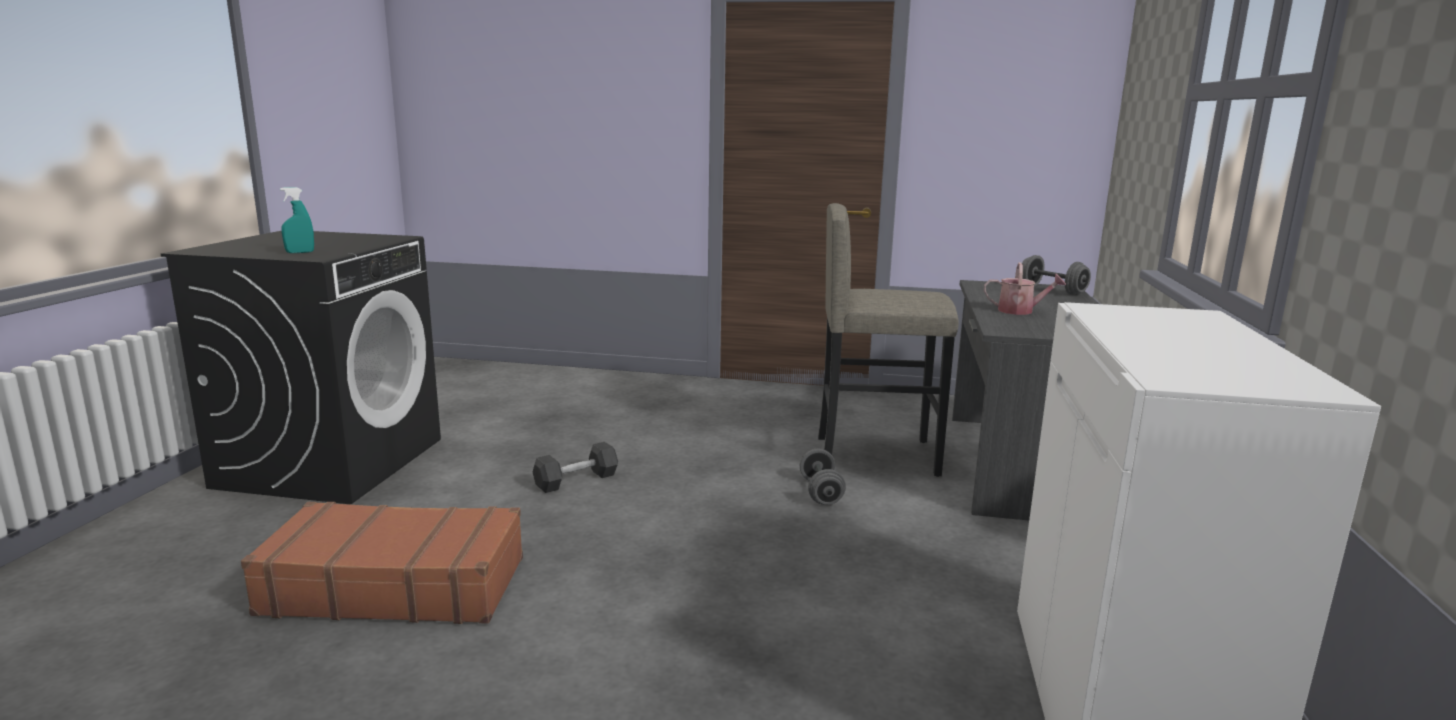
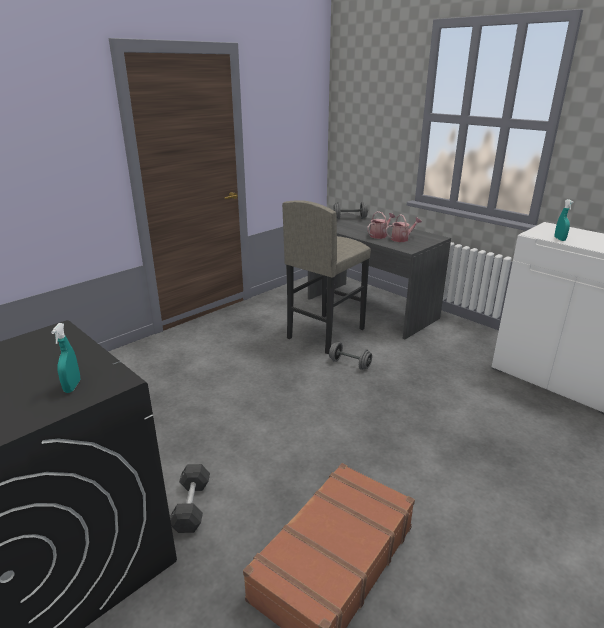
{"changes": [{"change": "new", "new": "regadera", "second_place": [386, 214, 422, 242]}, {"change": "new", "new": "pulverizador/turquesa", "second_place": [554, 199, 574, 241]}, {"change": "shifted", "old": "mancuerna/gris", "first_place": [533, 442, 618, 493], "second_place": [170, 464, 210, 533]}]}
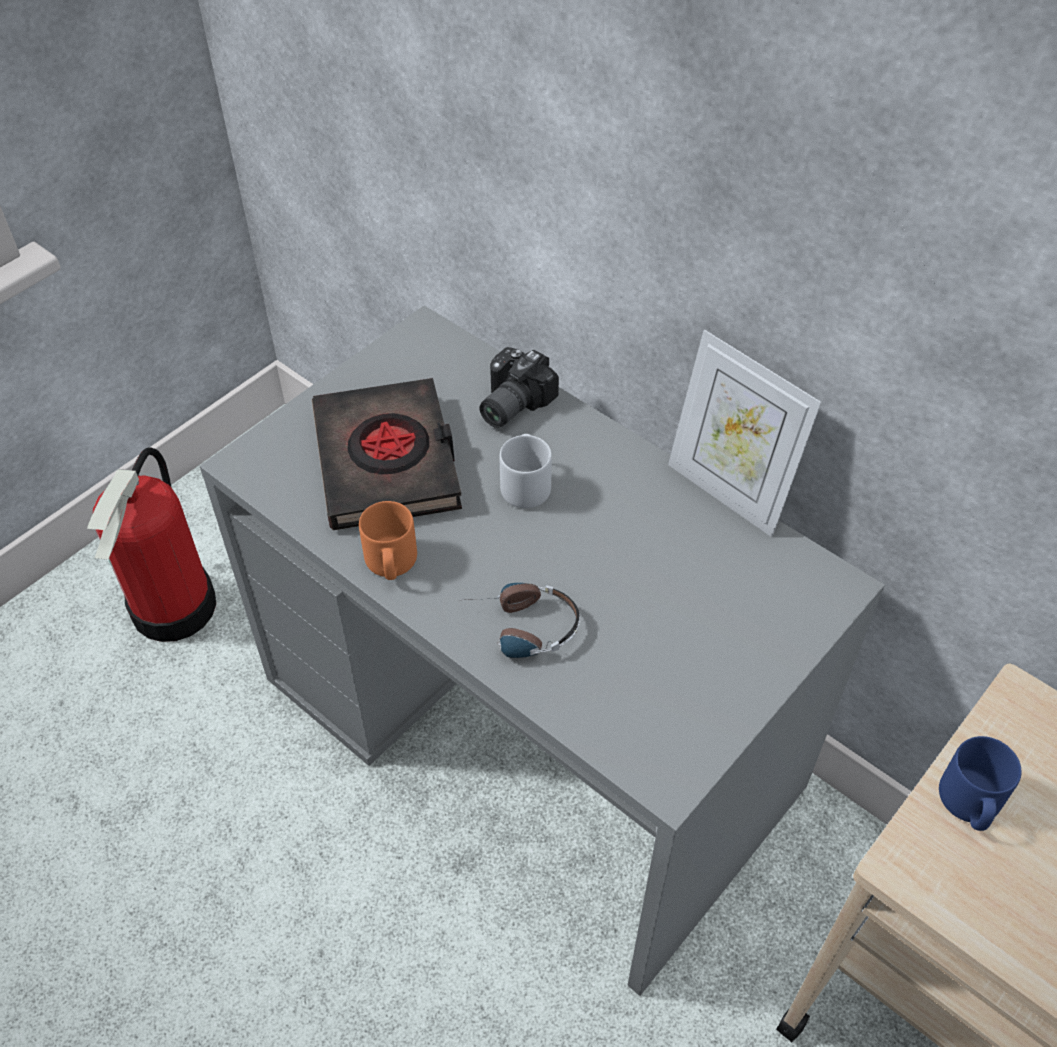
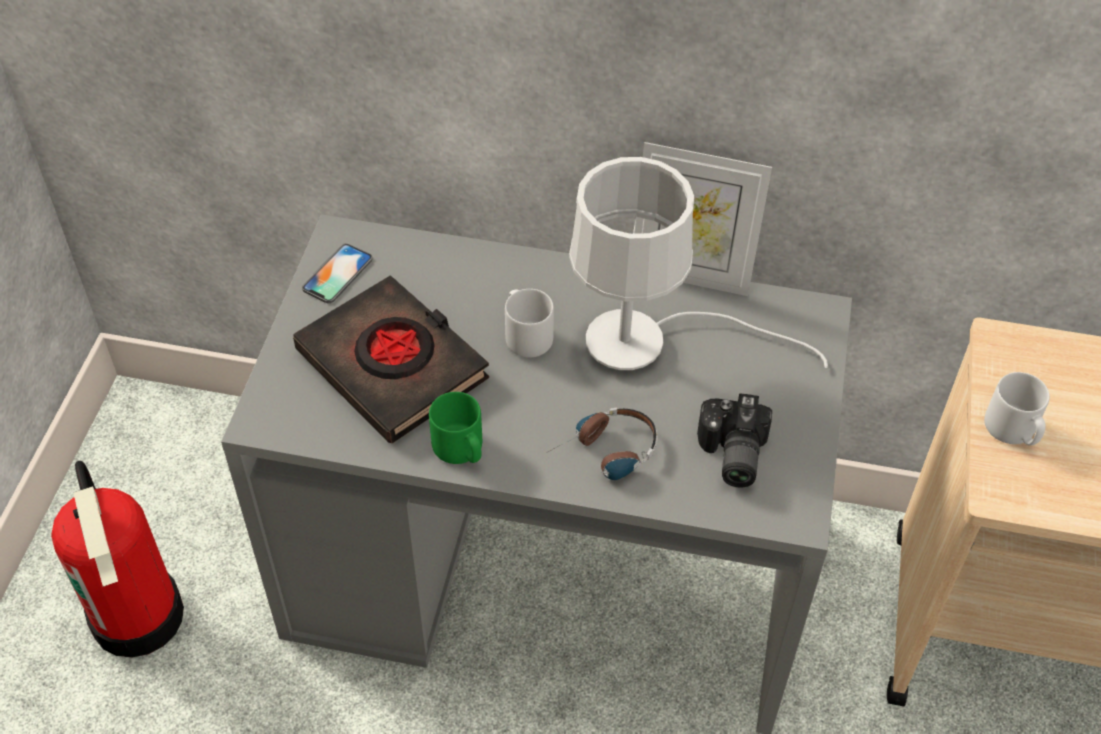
{"changes": [{"change": "new", "new": "móvil", "second_place": [302, 243, 373, 303]}, {"change": "new", "new": "lámpara de mesa/blanco", "second_place": [569, 157, 828, 370]}, {"change": "shifted", "old": "cámara", "first_place": [479, 347, 559, 428], "second_place": [697, 393, 772, 488]}, {"change": "repainted", "old": "taza grande/naranja", "new": "taza grande/verde", "first_place": [359, 501, 417, 580], "second_place": [429, 392, 482, 464]}, {"change": "repainted", "old": "taza grande/azul", "new": "taza grande/gris", "first_place": [939, 736, 1022, 831], "second_place": [984, 372, 1050, 446]}]}
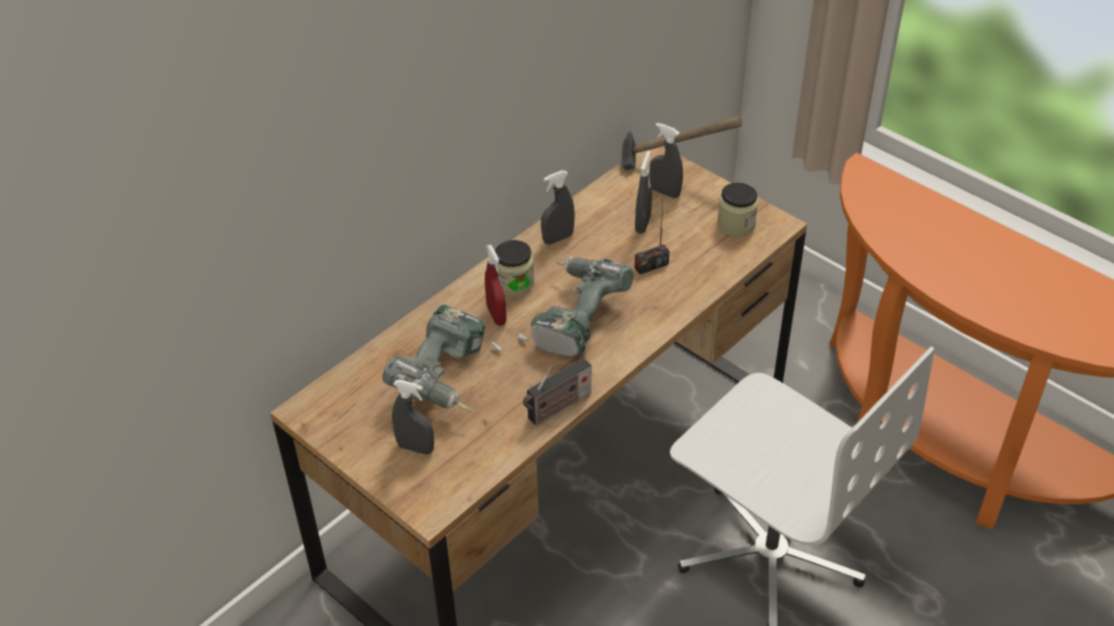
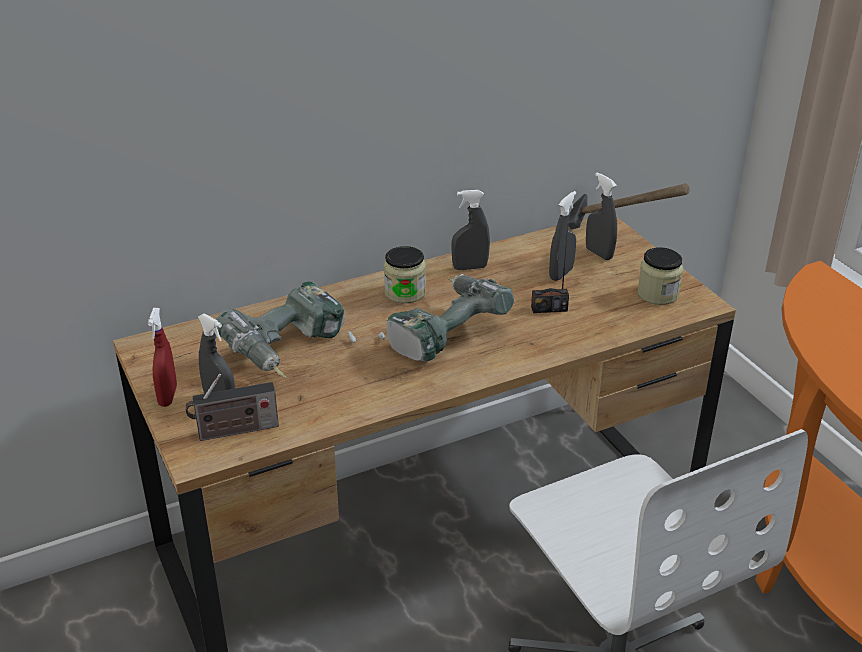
{"changes": [{"change": "shifted", "old": "pulverizador/rojo", "first_place": [485, 245, 507, 325], "second_place": [148, 308, 177, 407]}, {"change": "shifted", "old": "radio", "first_place": [523, 358, 591, 425], "second_place": [185, 374, 279, 441]}]}
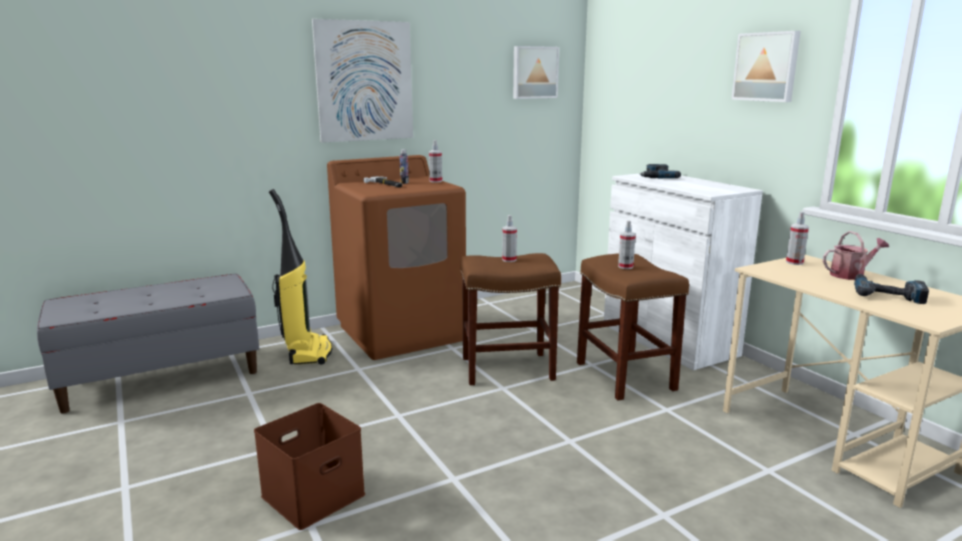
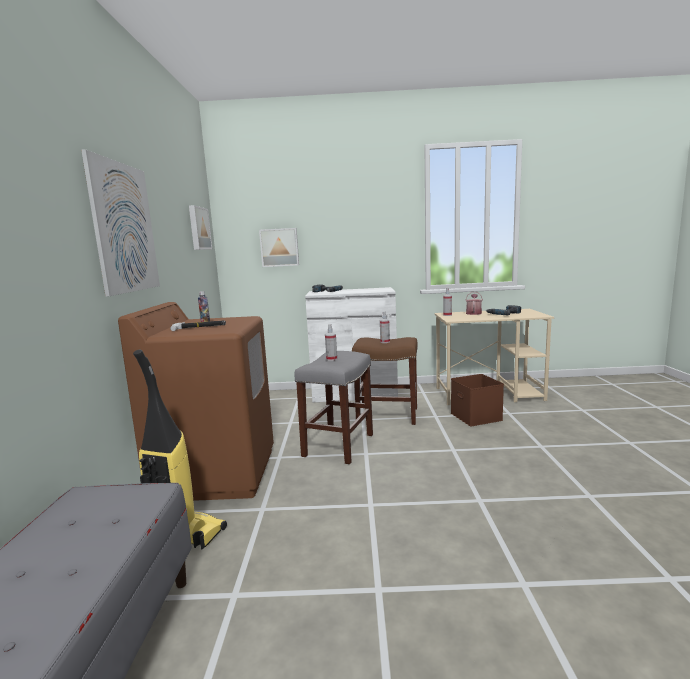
{"changes": [{"change": "gone", "old": "pulverizador", "first_place": [429, 140, 442, 182]}, {"change": "shifted", "old": "caja de almacenaje/marrón", "first_place": [254, 403, 365, 530], "second_place": [451, 374, 504, 426]}, {"change": "shifted", "old": "cuadro", "first_place": [731, 31, 801, 102], "second_place": [259, 228, 299, 267]}, {"change": "repainted", "old": "taburete/marrón", "new": "taburete/gris", "first_place": [460, 253, 561, 385], "second_place": [294, 351, 373, 464]}]}
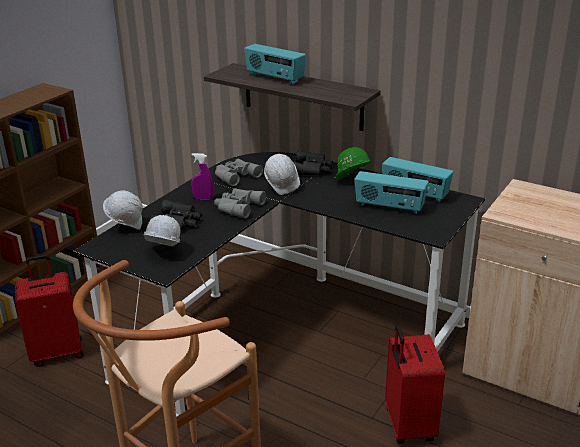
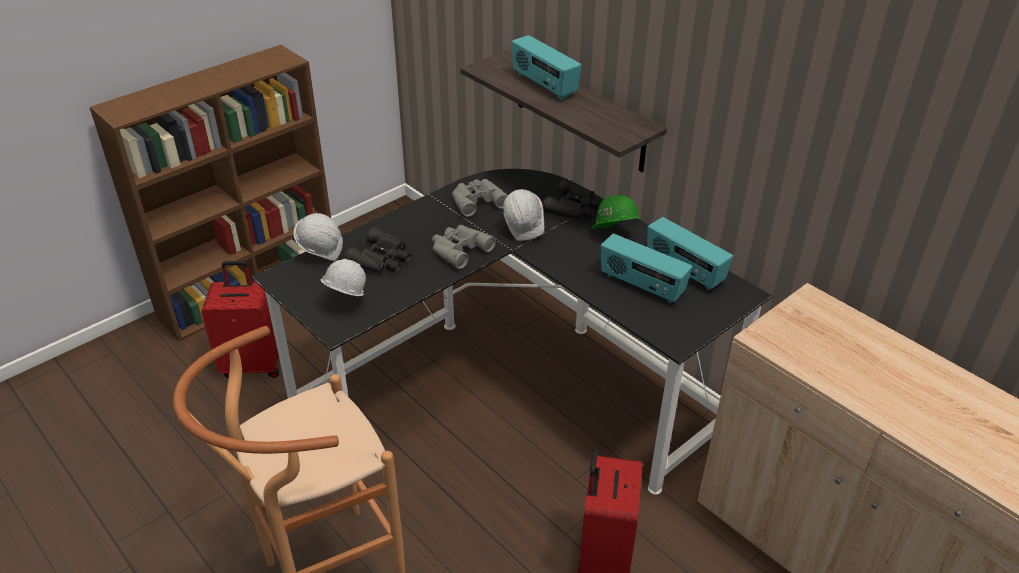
{"changes": [{"change": "gone", "old": "pulverizador/morado", "first_place": [191, 153, 213, 200]}]}
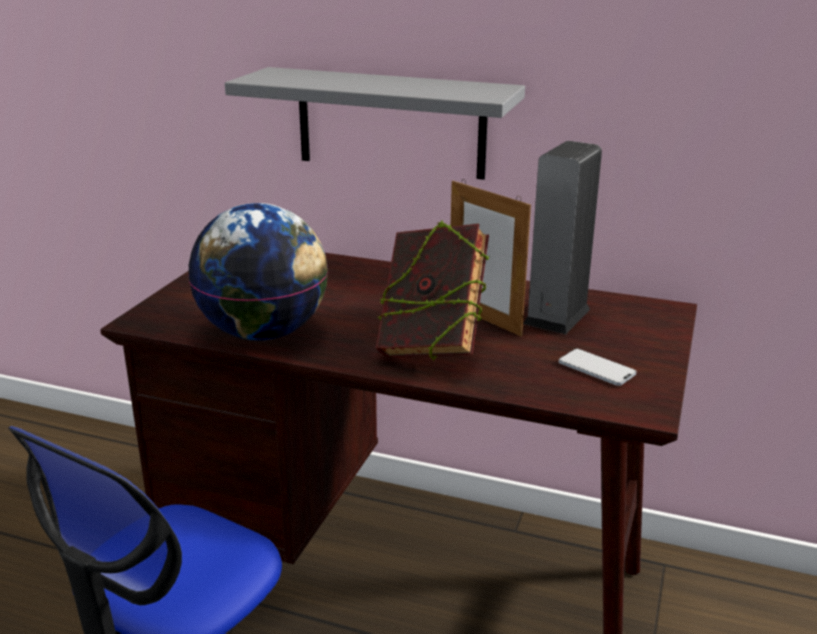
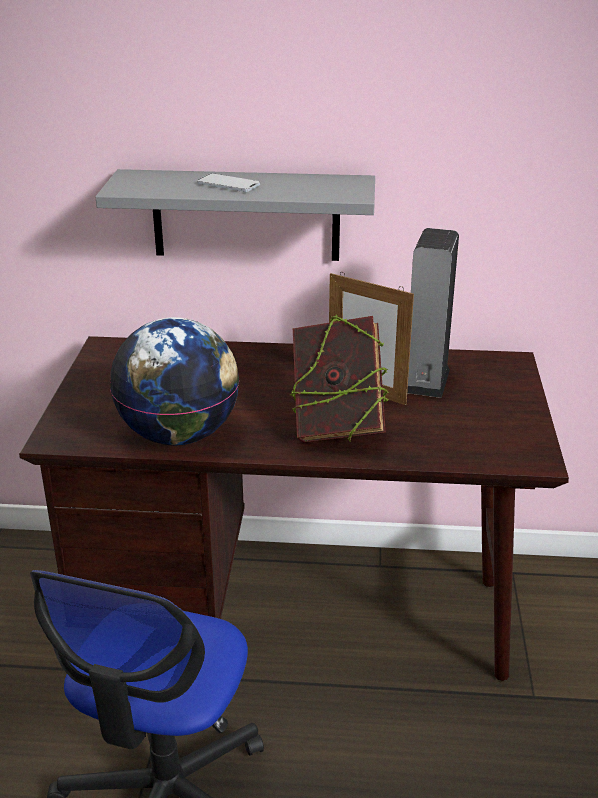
{"changes": [{"change": "shifted", "old": "móvil", "first_place": [559, 349, 636, 386], "second_place": [197, 173, 260, 192]}]}
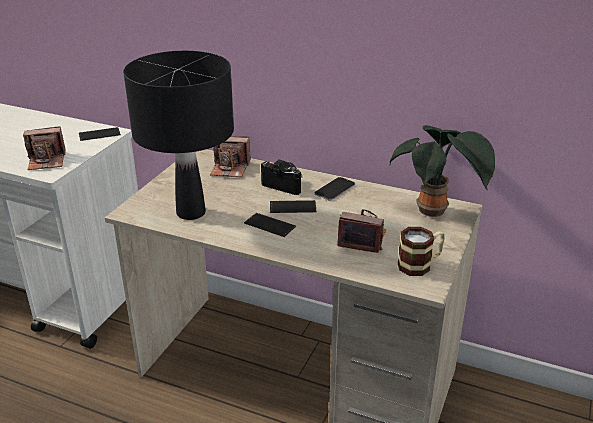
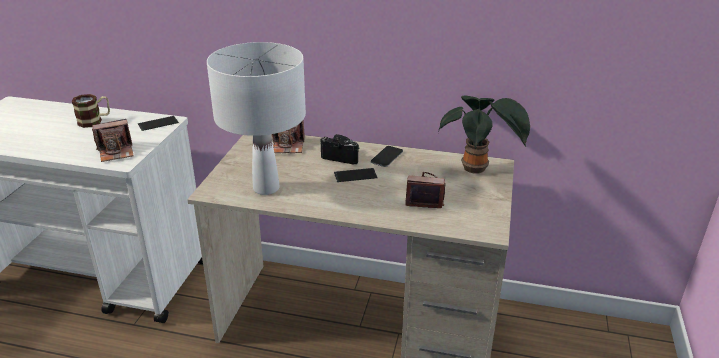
{"changes": [{"change": "gone", "old": "móvil", "first_place": [244, 213, 296, 237]}, {"change": "shifted", "old": "taza grande", "first_place": [398, 227, 445, 276], "second_place": [72, 94, 110, 128]}, {"change": "repainted", "old": "lámpara de mesa/negro", "new": "lámpara de mesa/blanco", "first_place": [123, 51, 234, 220], "second_place": [207, 42, 306, 195]}]}
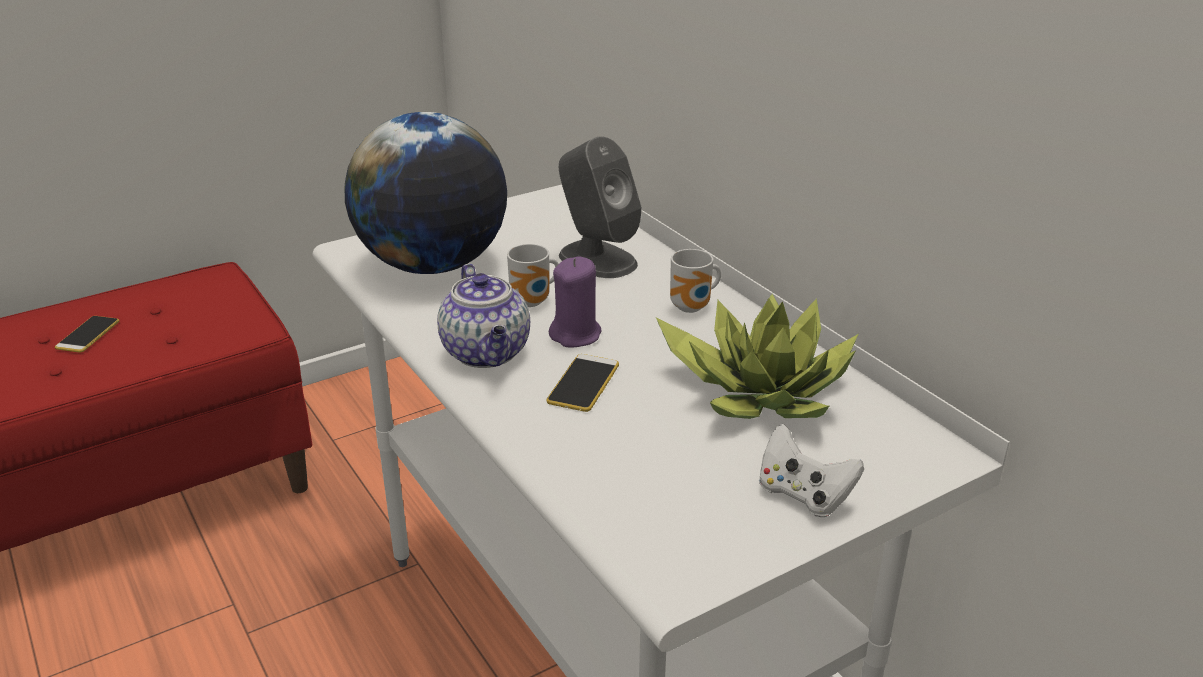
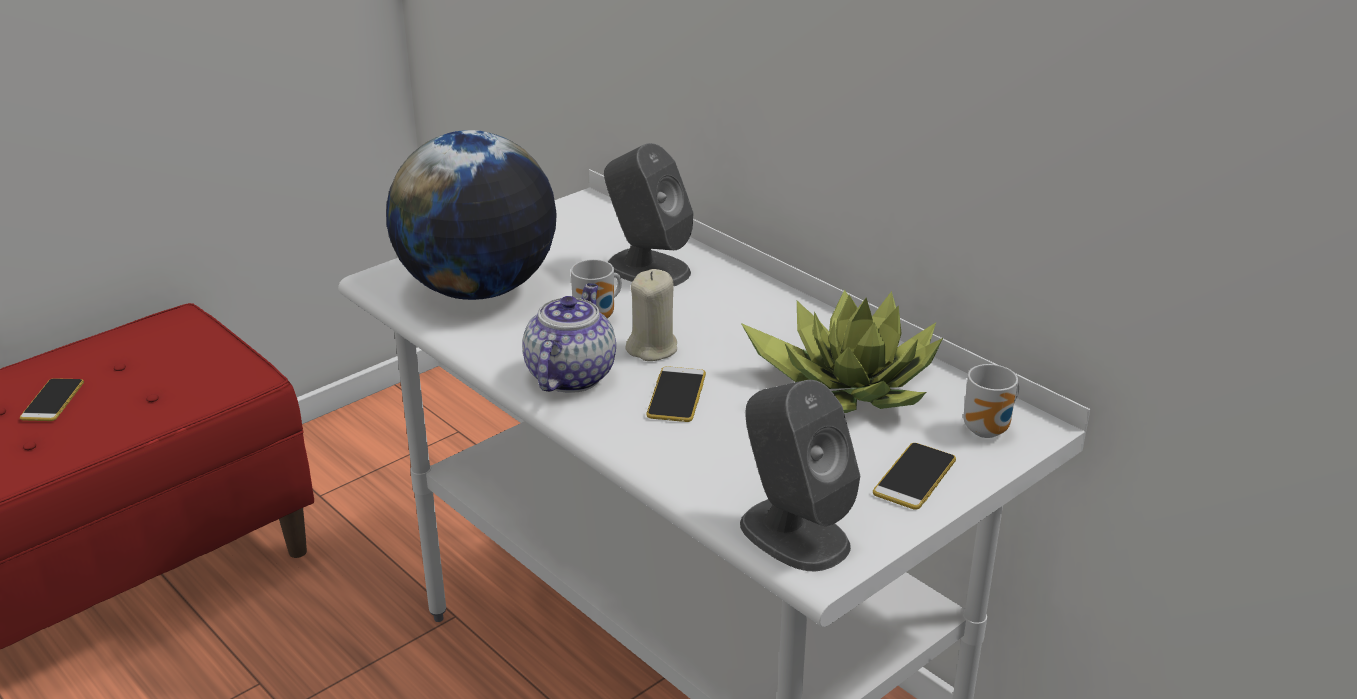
{"changes": [{"change": "new", "new": "altavoz/gris", "second_place": [740, 380, 860, 572]}, {"change": "shifted", "old": "taza grande", "first_place": [670, 249, 721, 313], "second_place": [963, 364, 1019, 438]}, {"change": "swapped", "old": "mando de consola/blanco", "new": "móvil", "first_place": [759, 424, 864, 517], "second_place": [873, 443, 956, 510]}, {"change": "repainted", "old": "vela/morado", "new": "vela/beis", "first_place": [549, 256, 601, 347], "second_place": [625, 269, 677, 361]}, {"change": "rotated", "old": "tetera", "first_place": [437, 264, 530, 368], "second_place": [522, 283, 616, 393], "degrees": -135}]}
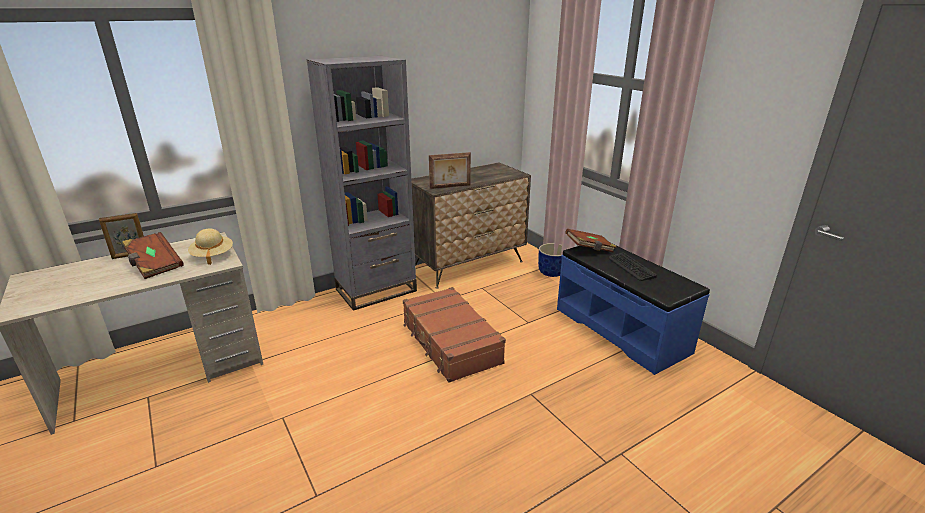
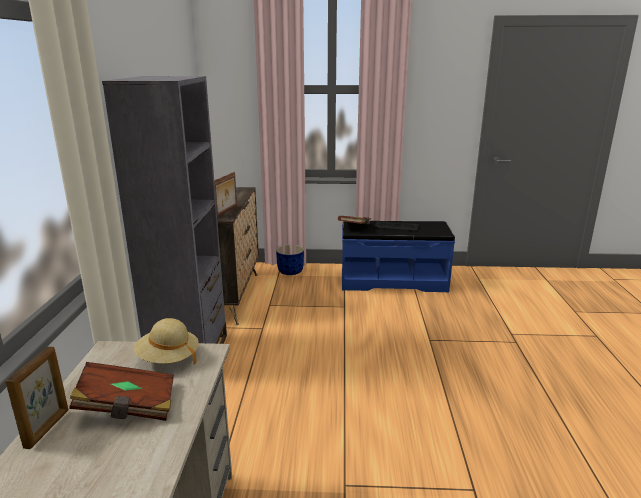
{"changes": [{"change": "gone", "old": "maleta/marrón", "first_place": [403, 287, 506, 383]}]}
